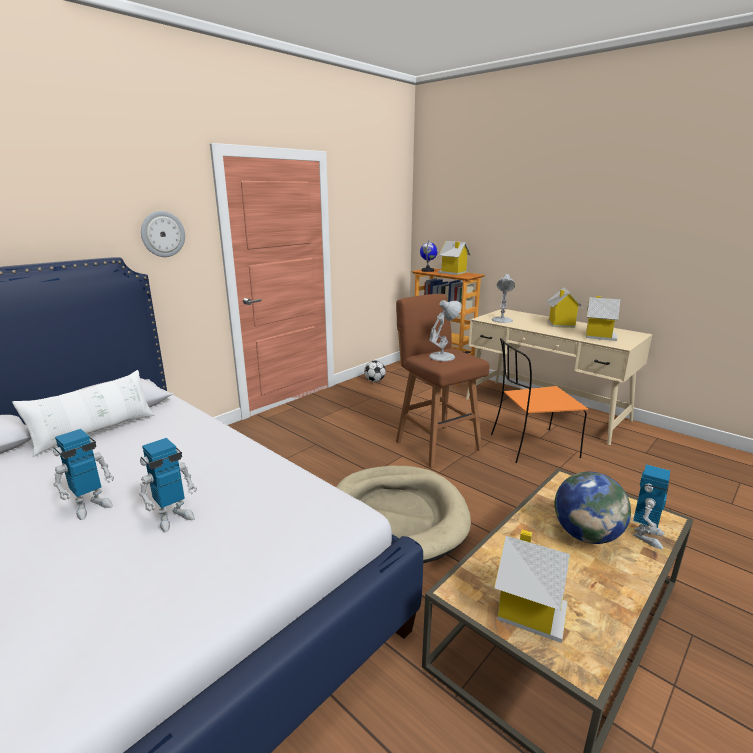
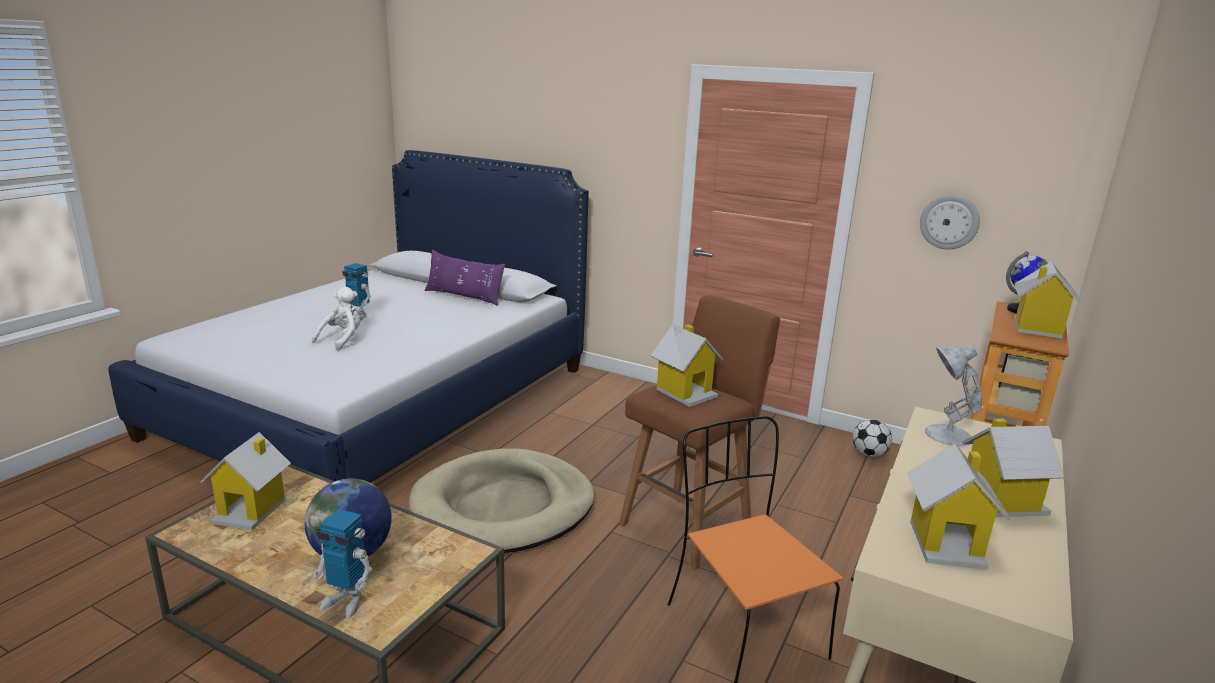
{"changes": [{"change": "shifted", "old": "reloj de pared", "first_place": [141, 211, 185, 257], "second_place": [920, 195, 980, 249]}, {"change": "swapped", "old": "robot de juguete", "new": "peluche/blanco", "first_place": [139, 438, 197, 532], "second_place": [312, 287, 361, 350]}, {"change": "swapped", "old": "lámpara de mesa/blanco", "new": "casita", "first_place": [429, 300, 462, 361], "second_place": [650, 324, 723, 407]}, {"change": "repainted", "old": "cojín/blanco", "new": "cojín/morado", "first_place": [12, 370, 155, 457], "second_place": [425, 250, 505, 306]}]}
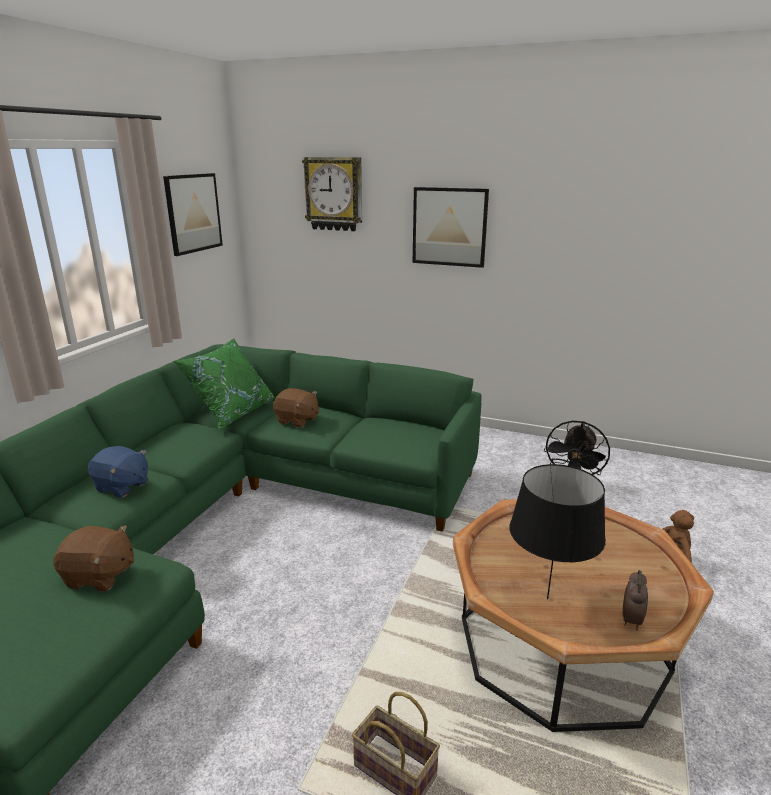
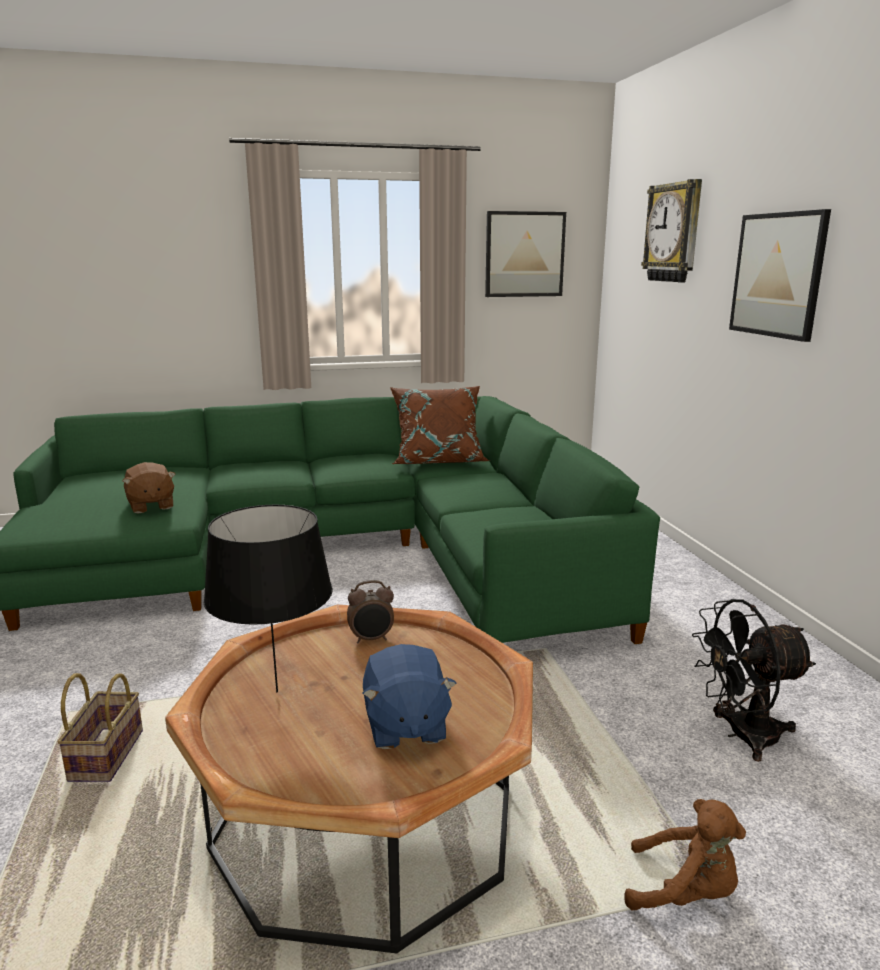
{"changes": [{"change": "gone", "old": "peluche/marrón", "first_place": [273, 388, 319, 428]}, {"change": "shifted", "old": "peluche/azul", "first_place": [88, 446, 148, 498], "second_place": [362, 644, 457, 749]}, {"change": "shifted", "old": "despertador", "first_place": [623, 570, 648, 630], "second_place": [347, 580, 394, 644]}, {"change": "repainted", "old": "cojín/verde", "new": "cojín/marrón", "first_place": [174, 339, 276, 430], "second_place": [390, 386, 490, 464]}]}
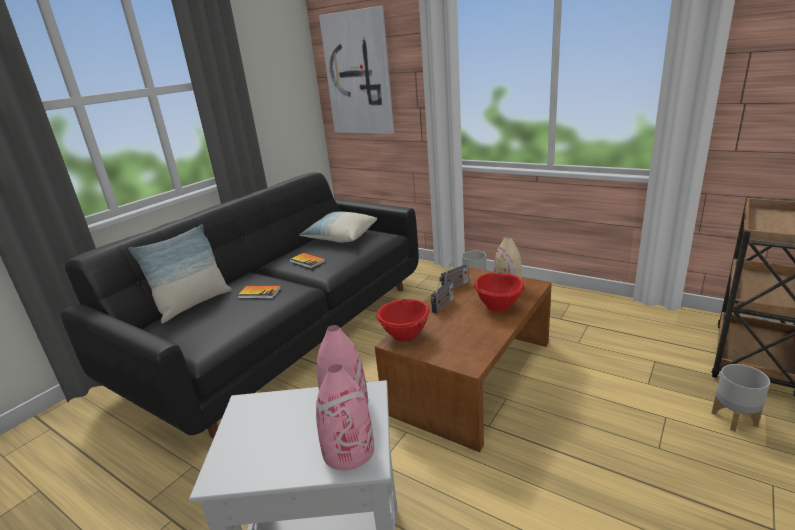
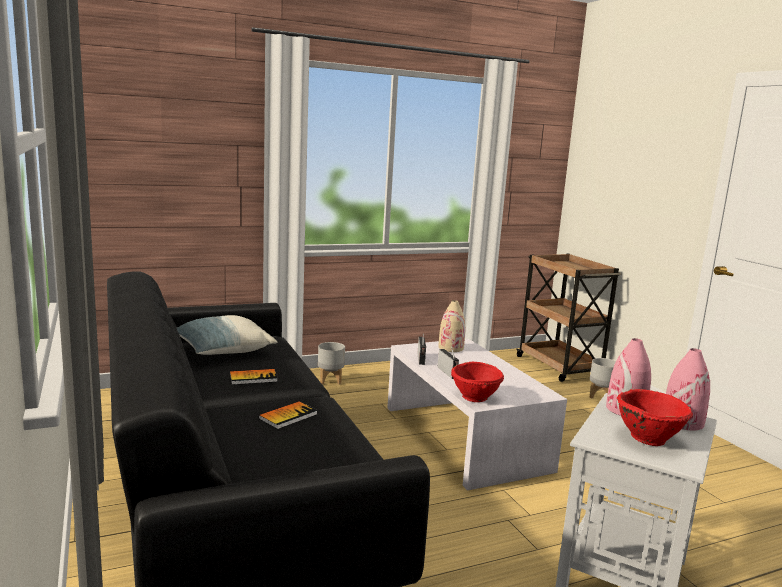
{"changes": [{"change": "gone", "old": "cojín", "first_place": [129, 224, 231, 324]}, {"change": "gone", "old": "cuadro", "first_place": [319, 6, 394, 134]}, {"change": "shifted", "old": "cuenco/rojo", "first_place": [474, 273, 525, 312], "second_place": [617, 389, 693, 446]}, {"change": "repainted", "old": "mesa de centro/marrón", "new": "mesa de centro/blanco", "first_place": [375, 267, 552, 452], "second_place": [387, 339, 567, 491]}]}
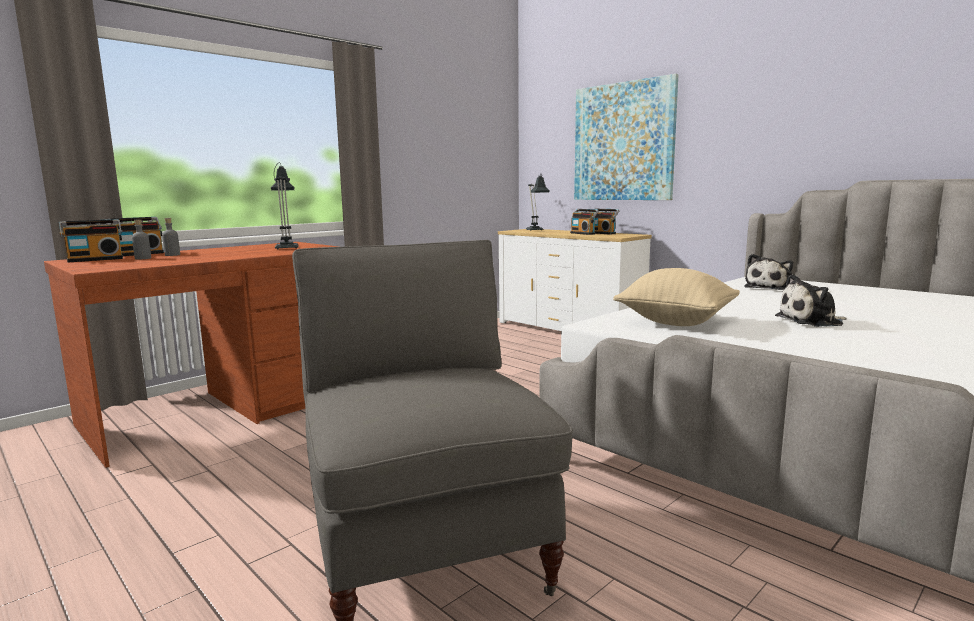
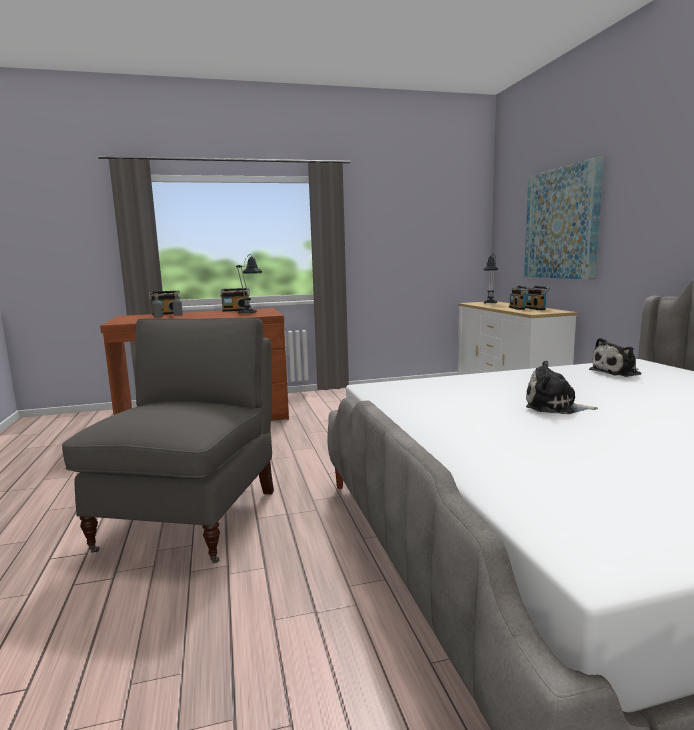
{"changes": [{"change": "gone", "old": "cojín/beis", "first_place": [613, 268, 740, 326]}, {"change": "shifted", "old": "radio", "first_place": [59, 219, 123, 262], "second_place": [220, 288, 250, 311]}]}
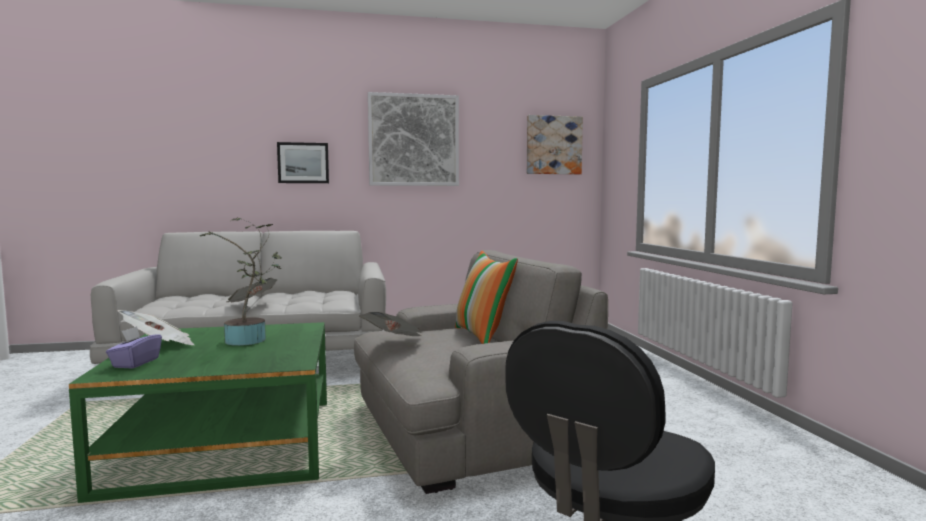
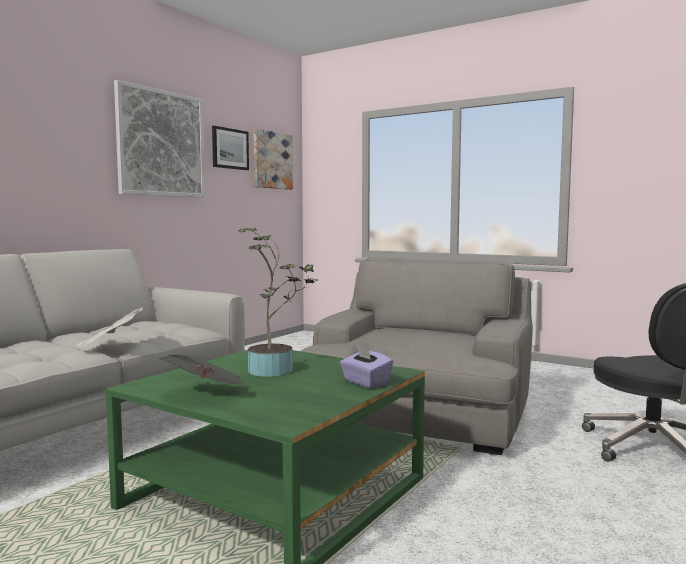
{"changes": [{"change": "gone", "old": "periódico", "first_place": [359, 312, 422, 336]}, {"change": "gone", "old": "cojín", "first_place": [455, 251, 518, 344]}, {"change": "shifted", "old": "caja de pañuelos/morado", "first_place": [106, 326, 162, 368], "second_place": [340, 344, 393, 389]}, {"change": "shifted", "old": "cuadro", "first_place": [277, 142, 329, 183], "second_place": [212, 126, 249, 170]}]}
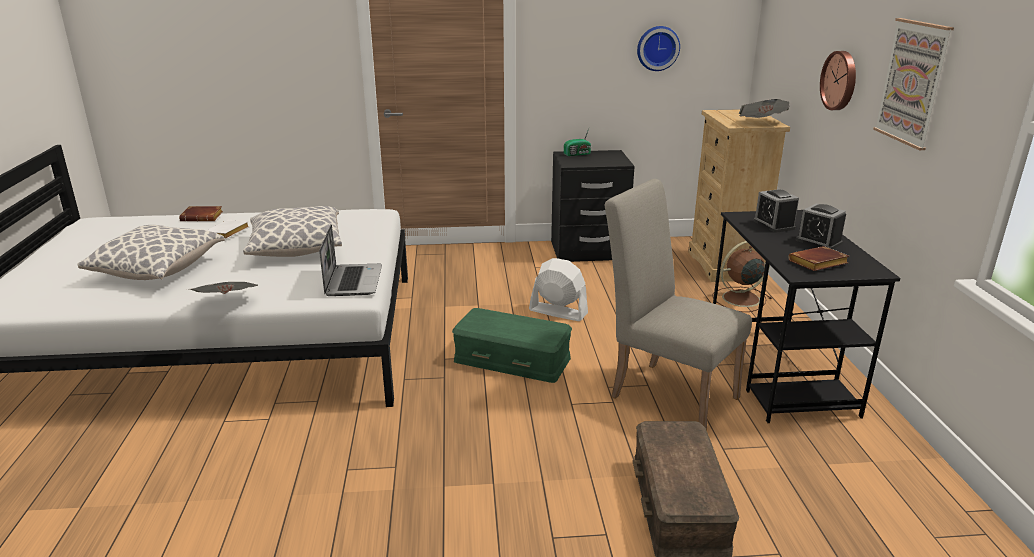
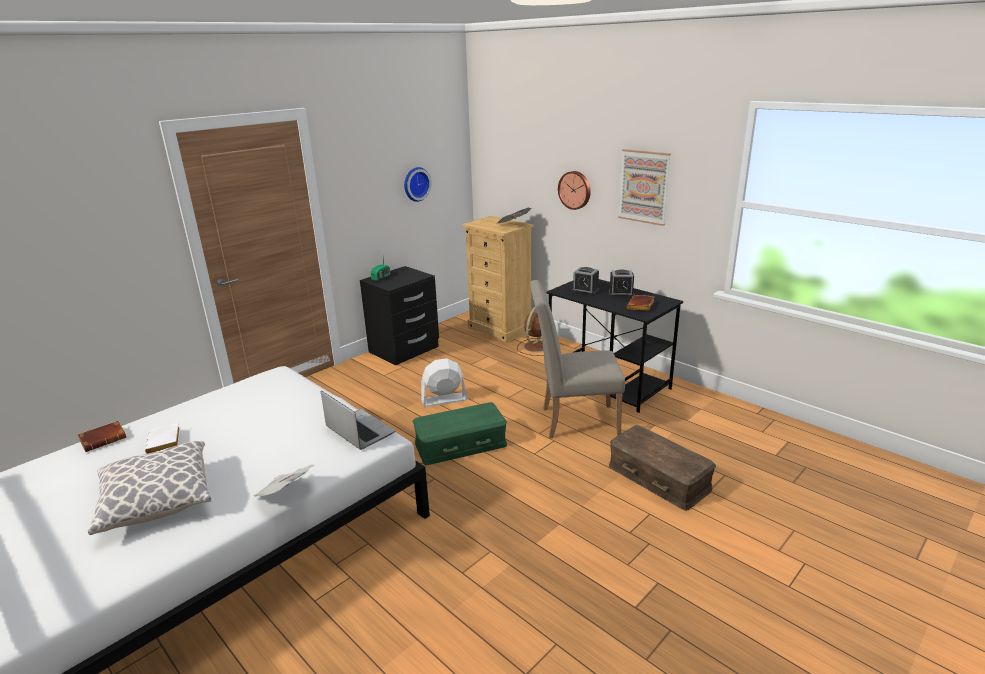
{"changes": [{"change": "gone", "old": "cojín", "first_place": [243, 206, 342, 257]}]}
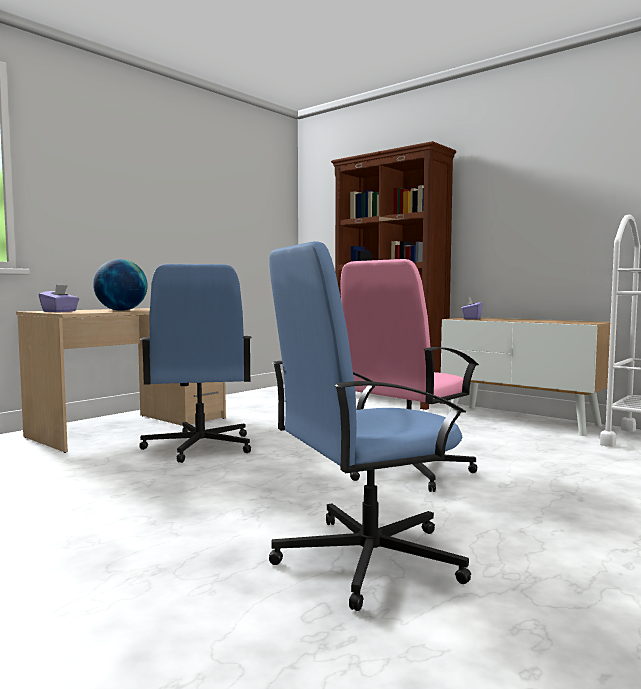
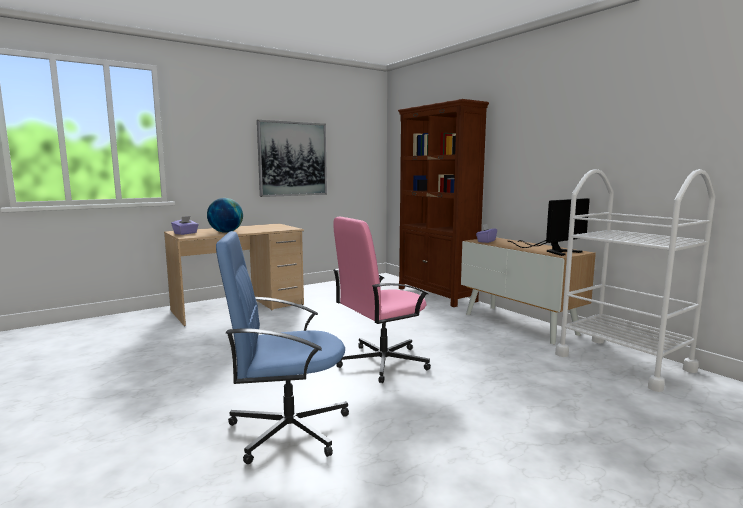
{"changes": [{"change": "gone", "old": "silla de oficina/azul", "first_place": [139, 264, 252, 463]}, {"change": "new", "new": "cuadro", "second_place": [257, 120, 327, 197]}, {"change": "new", "new": "monitor", "second_place": [507, 198, 590, 256]}]}
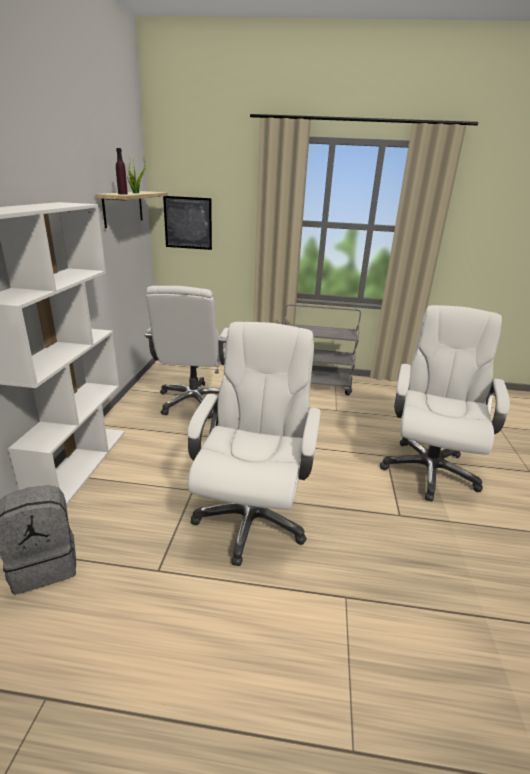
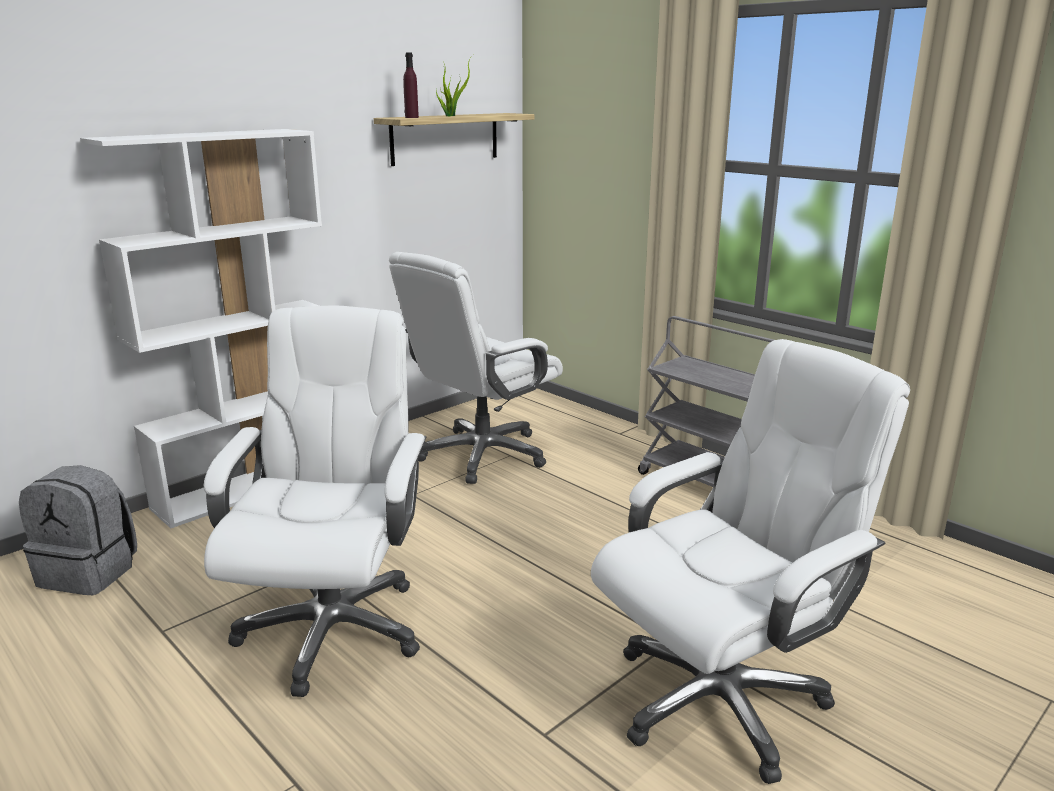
{"changes": [{"change": "gone", "old": "cuadro", "first_place": [163, 196, 212, 250]}, {"change": "rotated", "old": "silla de oficina/blanco", "first_place": [187, 322, 321, 566], "second_place": [204, 305, 426, 697], "degrees": -45}]}
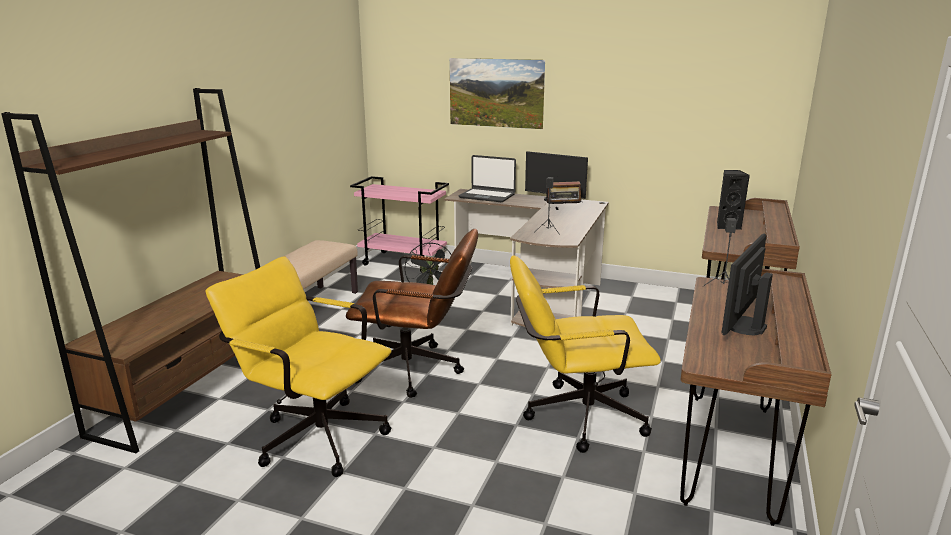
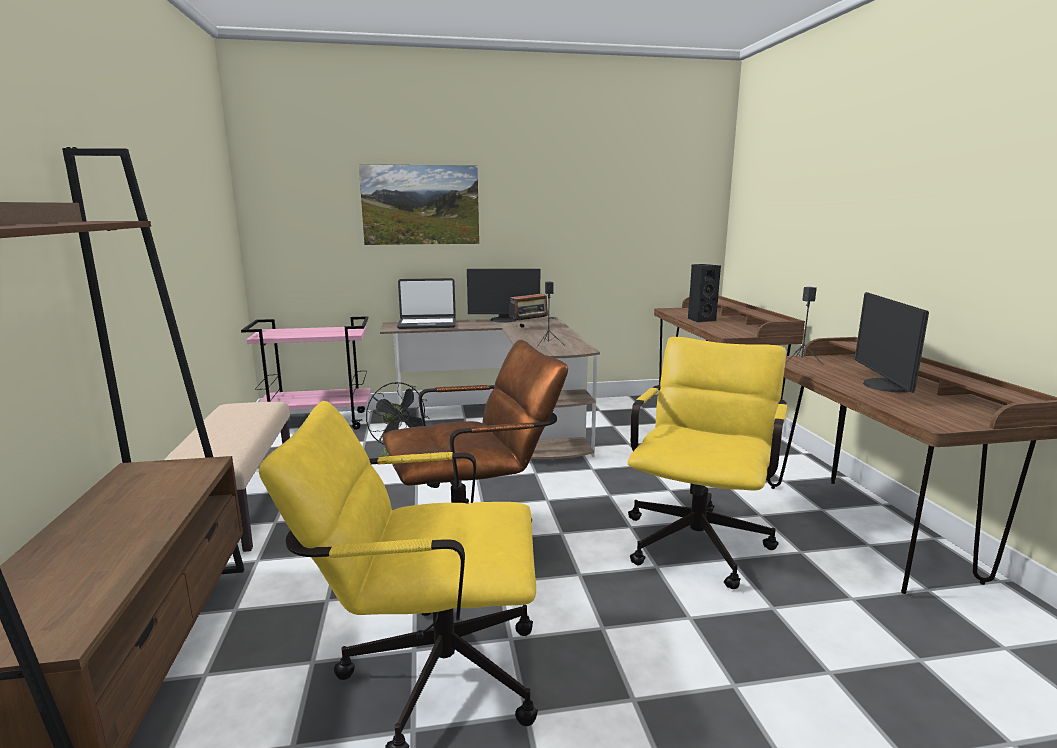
{"changes": [{"change": "rotated", "old": "silla de oficina/amarillo", "first_place": [510, 255, 661, 453], "second_place": [628, 337, 788, 589], "degrees": 150}]}
